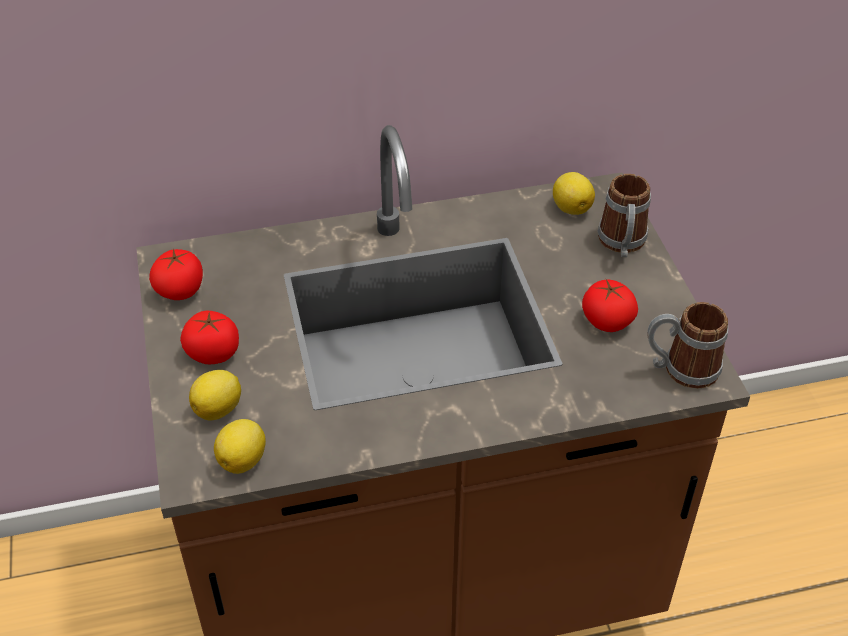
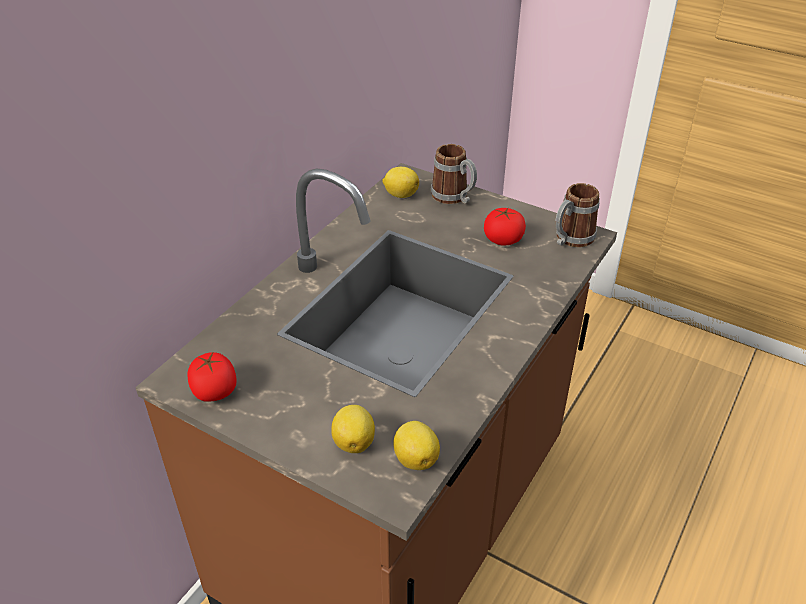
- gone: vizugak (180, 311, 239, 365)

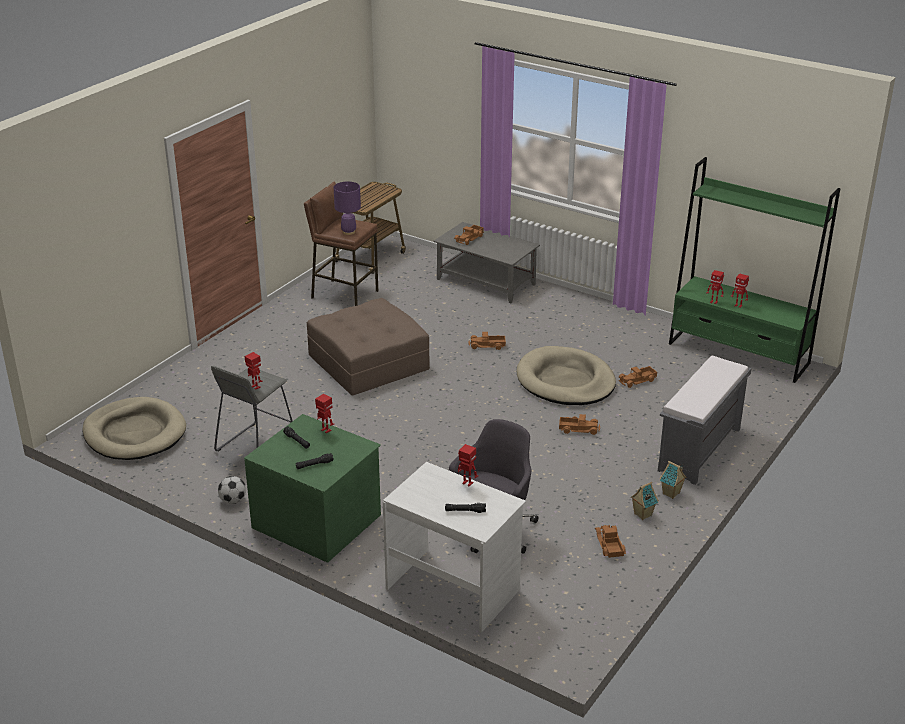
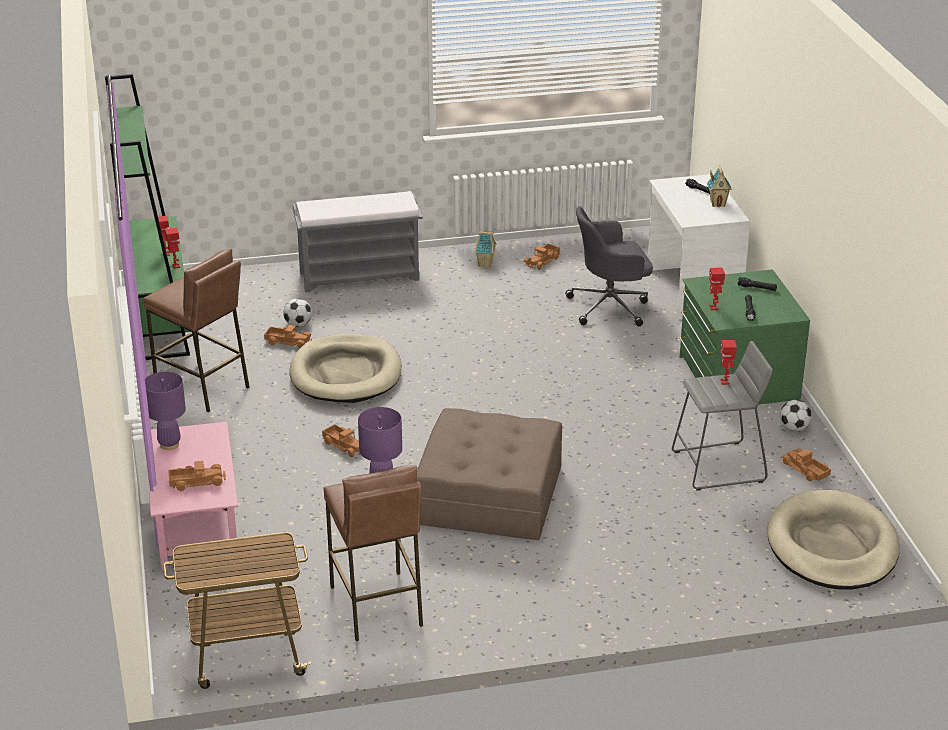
- repainted: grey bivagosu (434, 222, 540, 303) to pink bivagosu (148, 422, 238, 571)
- shifted: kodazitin (559, 414, 600, 435) to (781, 448, 831, 481)
- gone: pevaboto (458, 444, 478, 486)
- shifted: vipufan (660, 461, 687, 499) to (707, 166, 732, 207)
- new: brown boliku (143, 248, 250, 412)
- new: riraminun (283, 298, 312, 327)
- new: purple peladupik (145, 372, 186, 450)

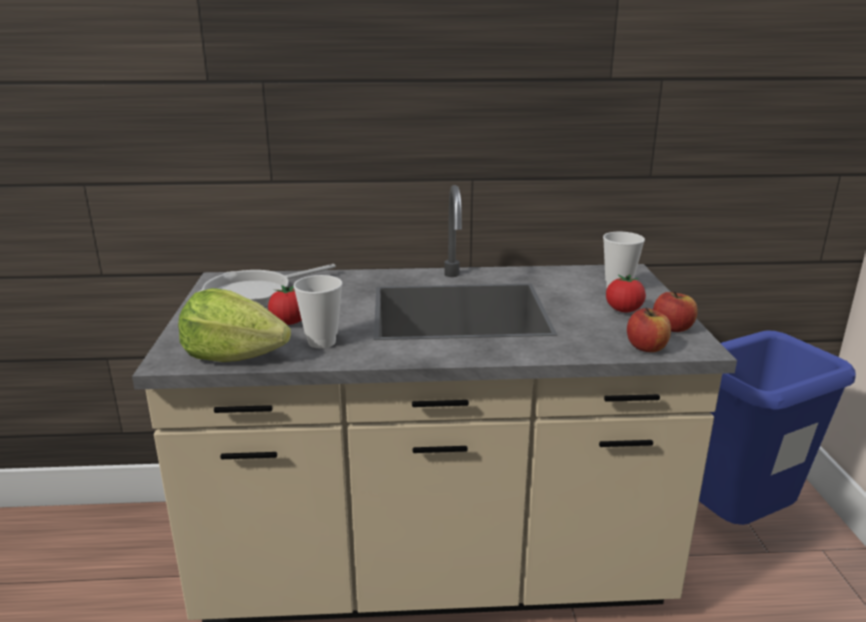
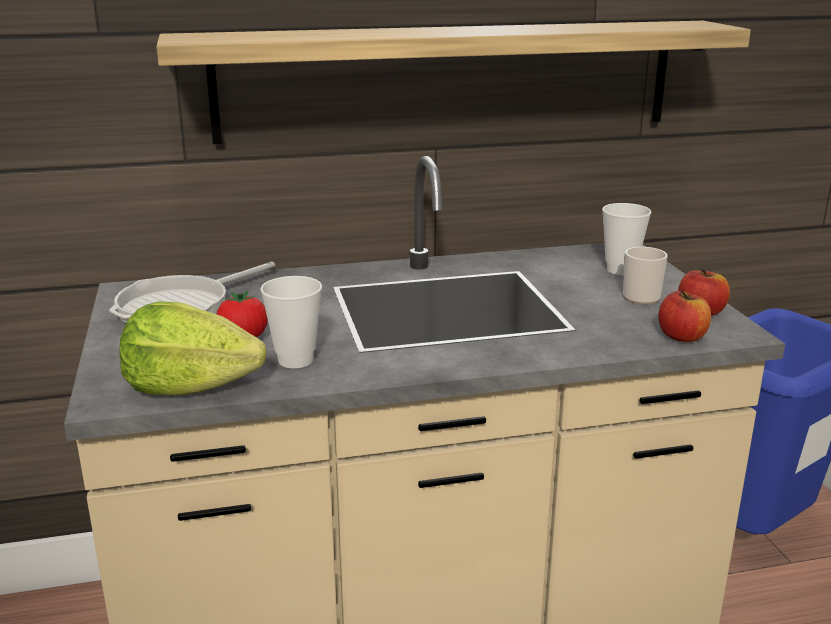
- swapped: vizugak (606, 274, 646, 312) to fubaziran (623, 247, 668, 305)
- new: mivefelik (156, 21, 751, 144)

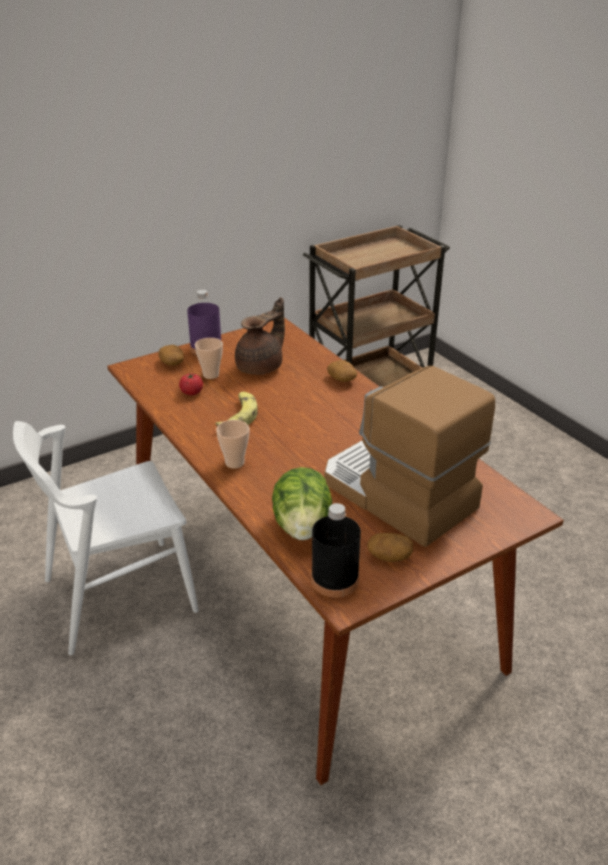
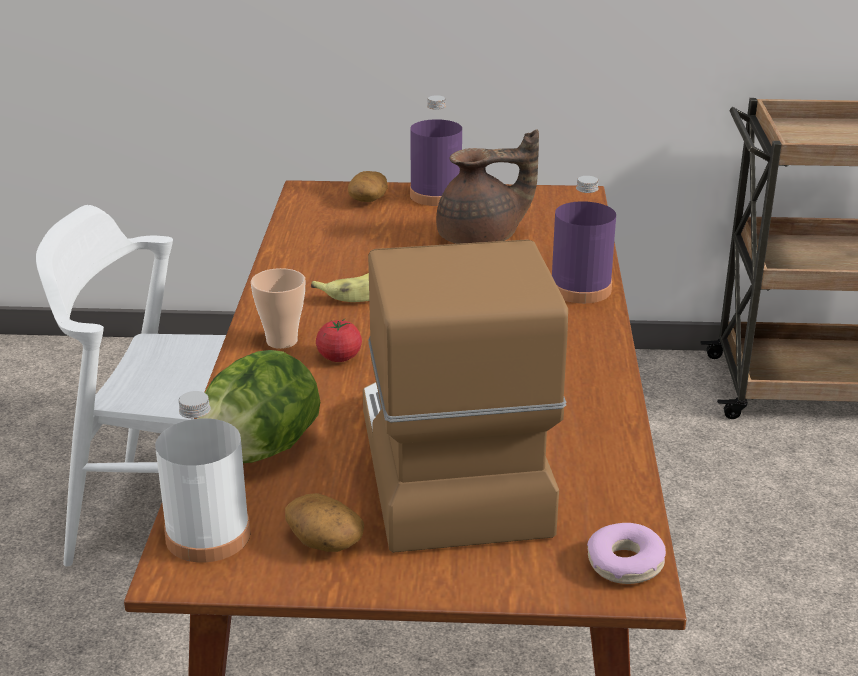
- gone: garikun (195, 338, 223, 379)
- swapped: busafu (327, 360, 357, 382) to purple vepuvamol (552, 176, 616, 304)
- shifted: vizugak (179, 373, 203, 395) to (316, 318, 362, 362)
- repainted: black vepuvamol (311, 503, 361, 598) to white vepuvamol (155, 391, 251, 562)
- new: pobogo (587, 523, 666, 584)

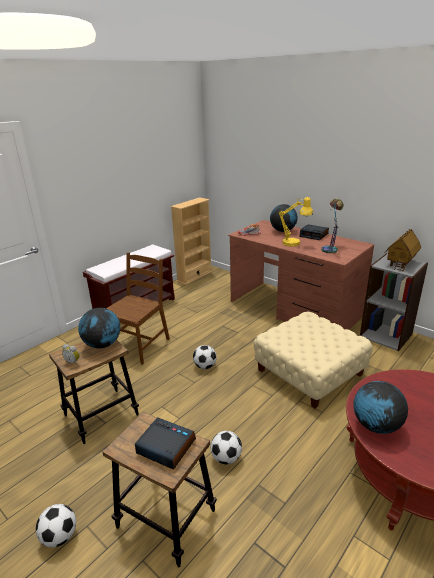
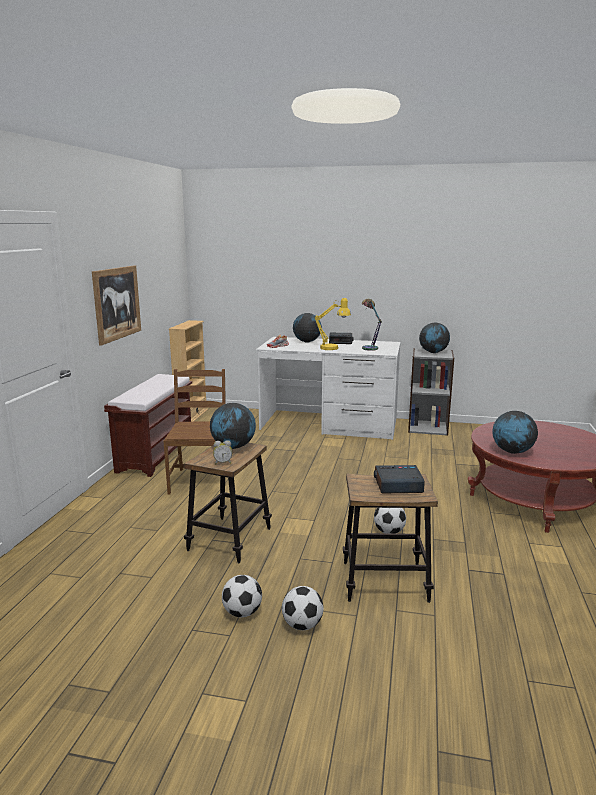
- repainted: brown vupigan (228, 220, 374, 330) to white vupigan (256, 337, 400, 440)
- swapped: vipufan (385, 229, 421, 272) to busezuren (419, 323, 450, 353)
- gone: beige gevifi (254, 312, 373, 409)
- shifted: riraminun (193, 345, 217, 369) to (222, 575, 262, 617)
- new: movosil (92, 265, 141, 345)

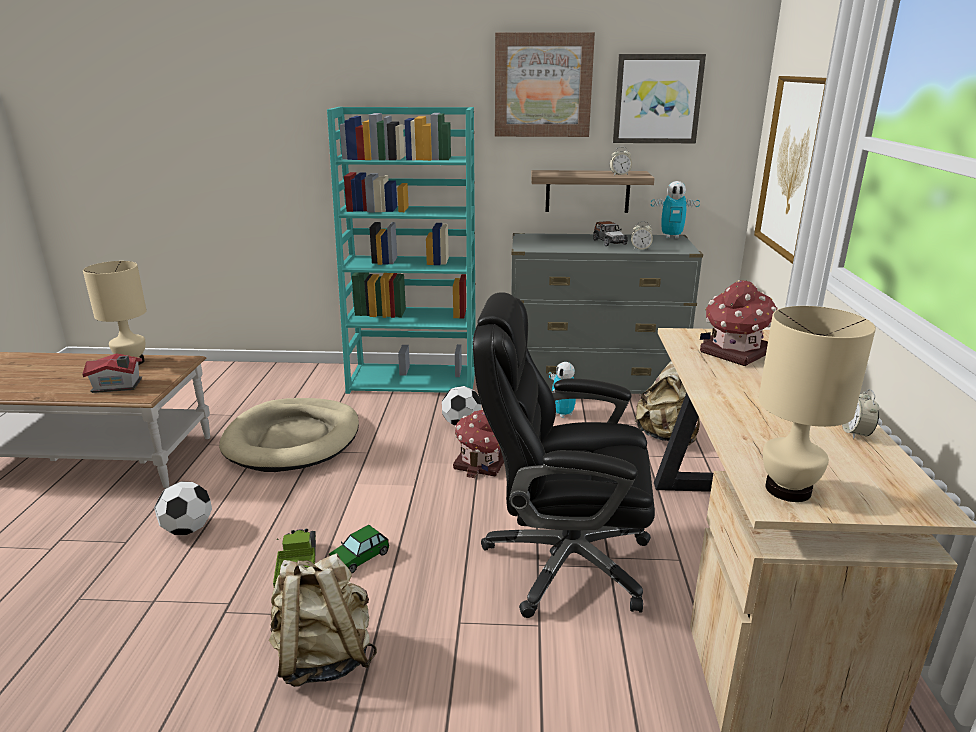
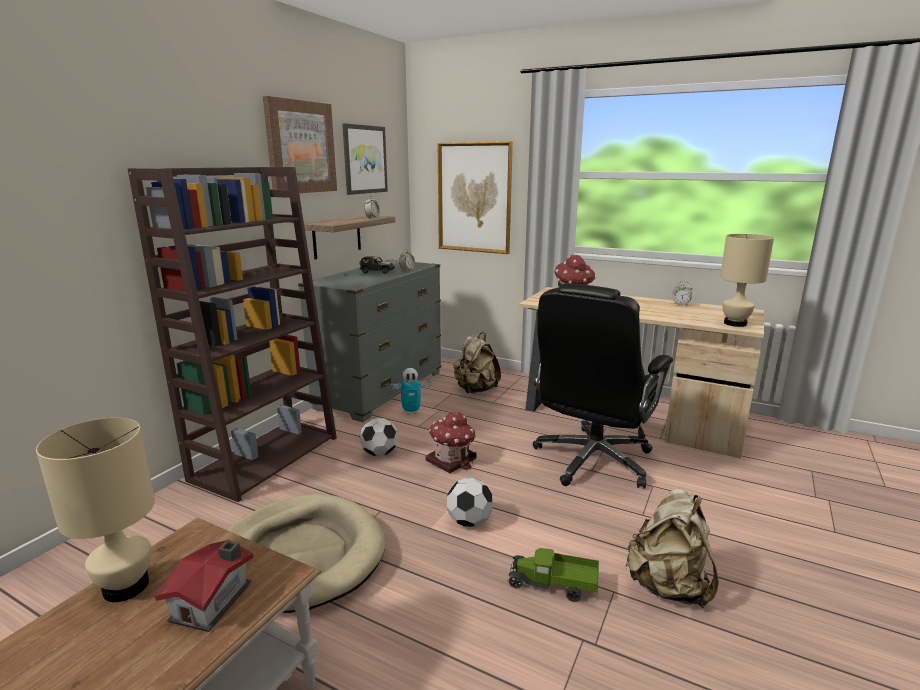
- repainted: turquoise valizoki (327, 107, 476, 394) to brown valizoki (128, 167, 337, 502)
- gone: pevaboto (651, 181, 700, 239)
- shifted: riraminun (154, 481, 212, 535) to (447, 478, 493, 527)
- gone: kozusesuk (329, 525, 389, 573)

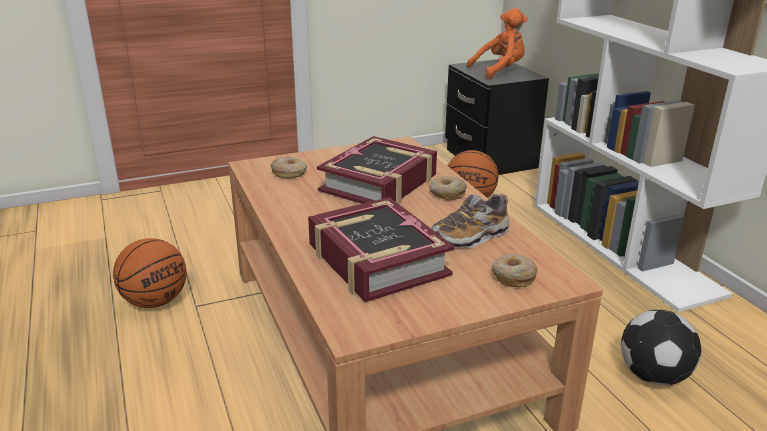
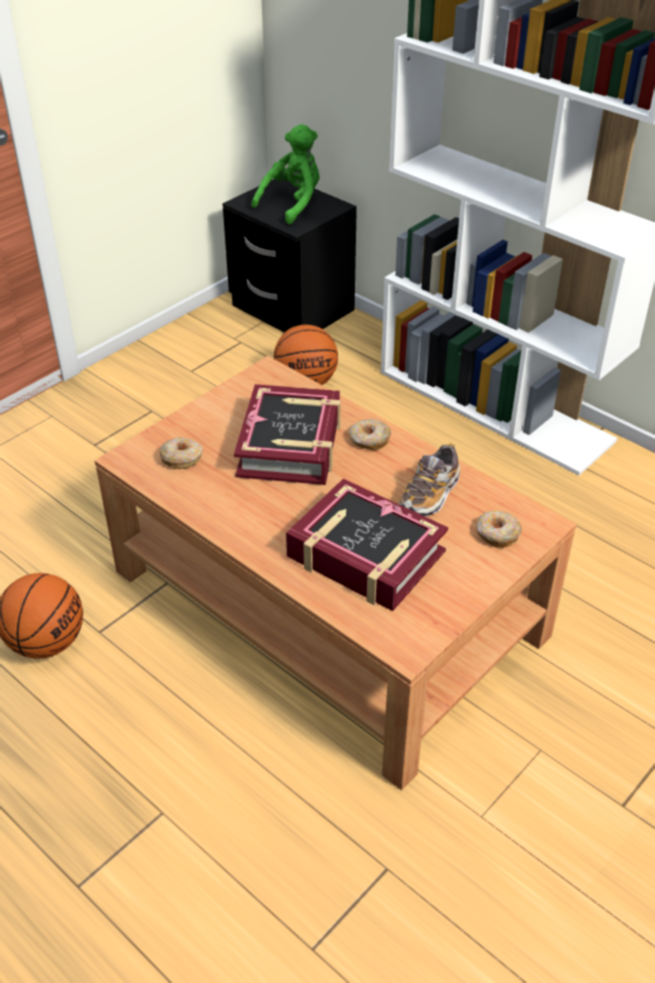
- repainted: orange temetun (467, 8, 528, 79) to green temetun (251, 124, 319, 224)
- gone: riraminun (621, 310, 701, 385)

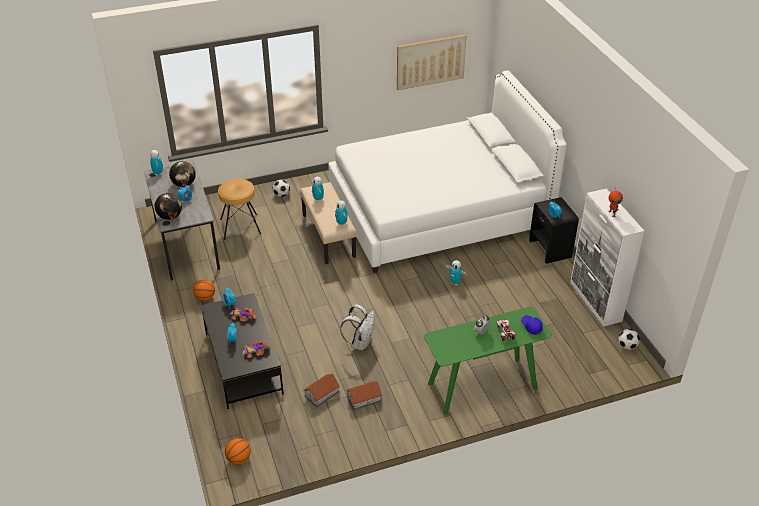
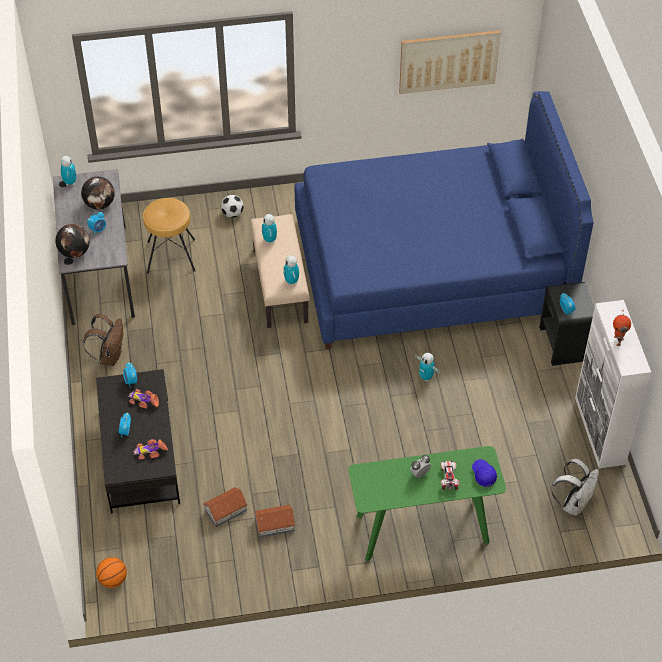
- repainted: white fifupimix (328, 71, 567, 273) to blue fifupimix (294, 91, 594, 349)
- swapped: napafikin (193, 279, 215, 301) to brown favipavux (83, 313, 123, 366)
- shifted: white favipavux (340, 304, 375, 351) to (551, 459, 599, 516)
- gone: riraminun (618, 329, 640, 350)

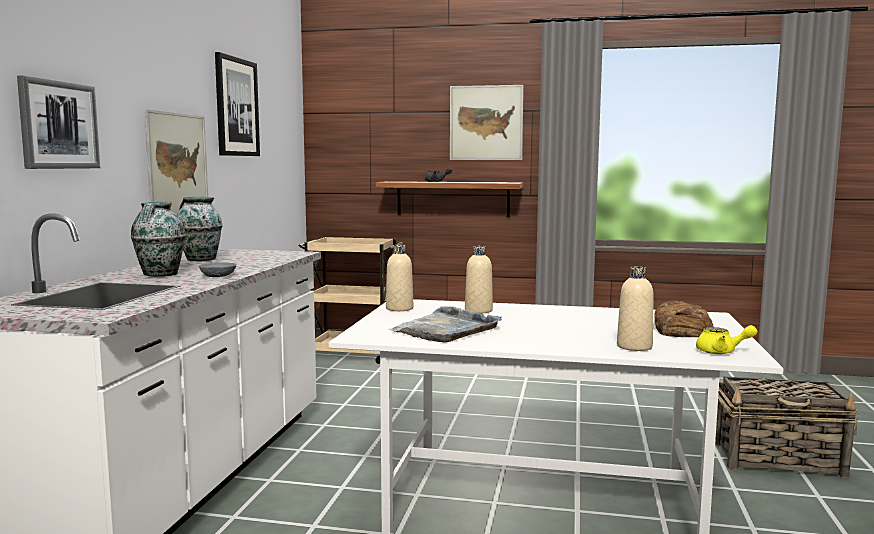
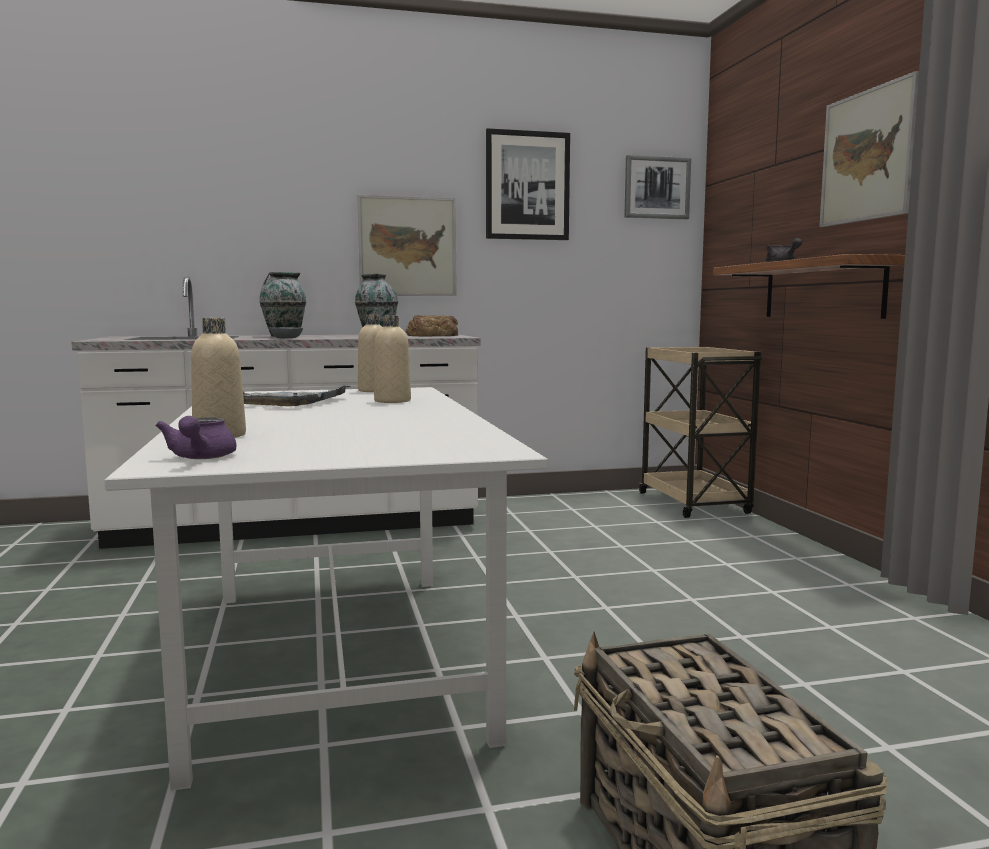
- shifted: movosil (17, 75, 100, 169) to (624, 155, 691, 219)
- shifted: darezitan (654, 301, 714, 337) to (406, 315, 458, 336)
- repainted: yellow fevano (696, 325, 758, 354) to purple fevano (156, 416, 236, 459)

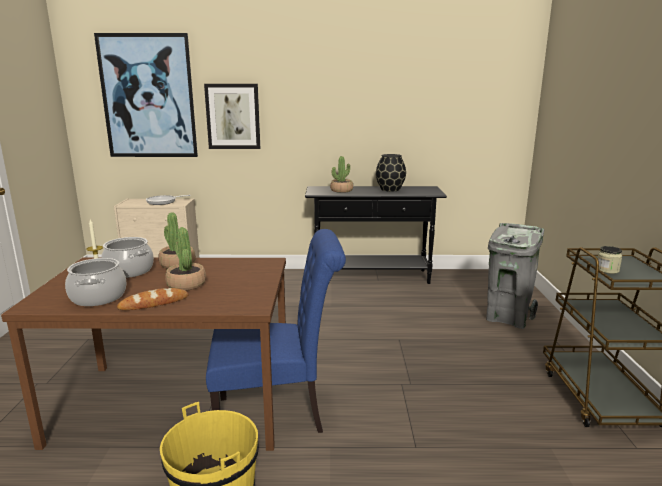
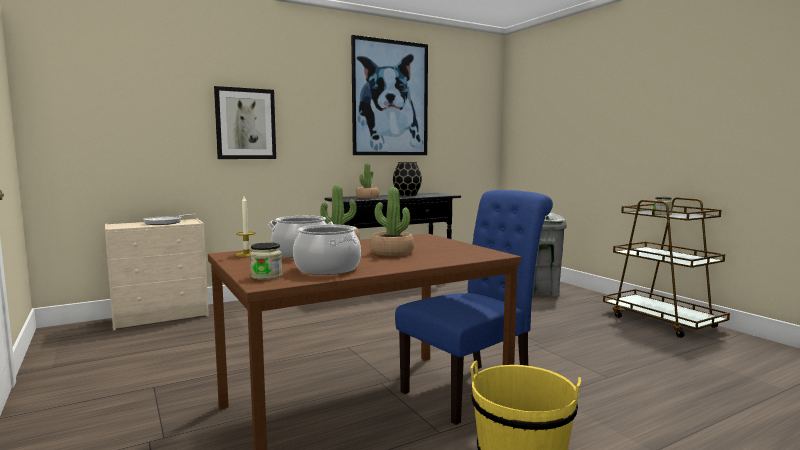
- shifted: movosil (94, 33, 198, 157) to (351, 35, 428, 155)
- gone: darezitan (117, 288, 189, 310)
- new: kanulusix (250, 242, 282, 280)

